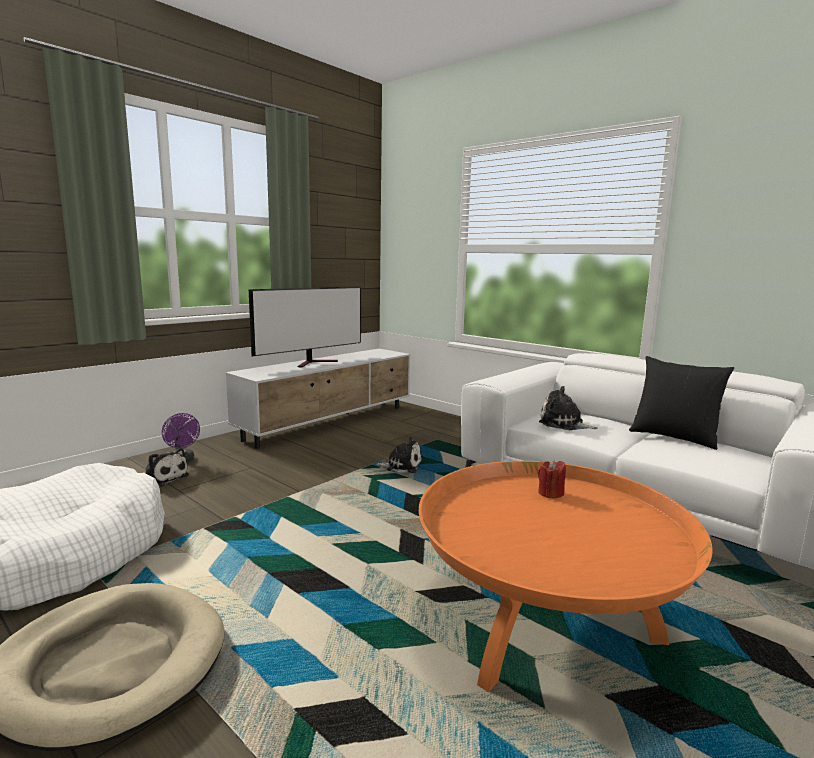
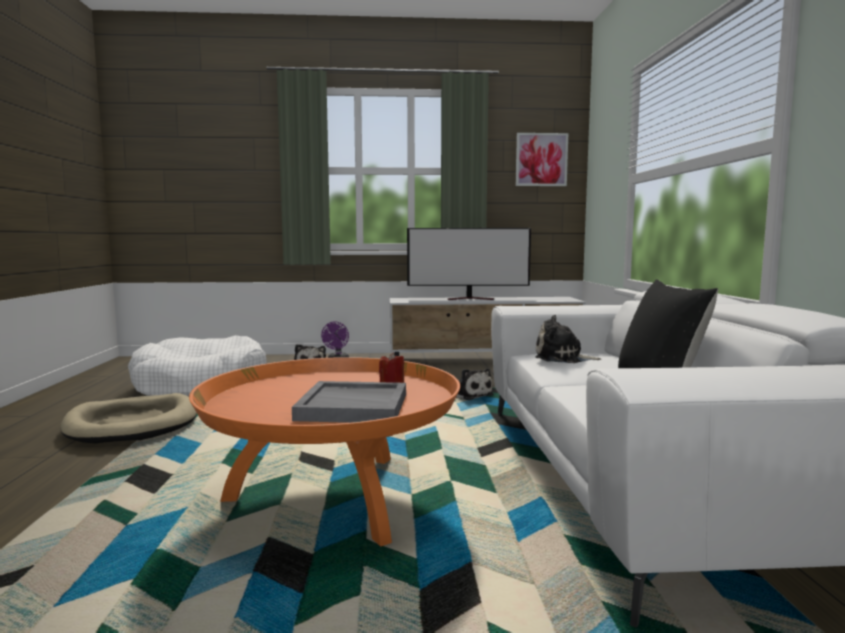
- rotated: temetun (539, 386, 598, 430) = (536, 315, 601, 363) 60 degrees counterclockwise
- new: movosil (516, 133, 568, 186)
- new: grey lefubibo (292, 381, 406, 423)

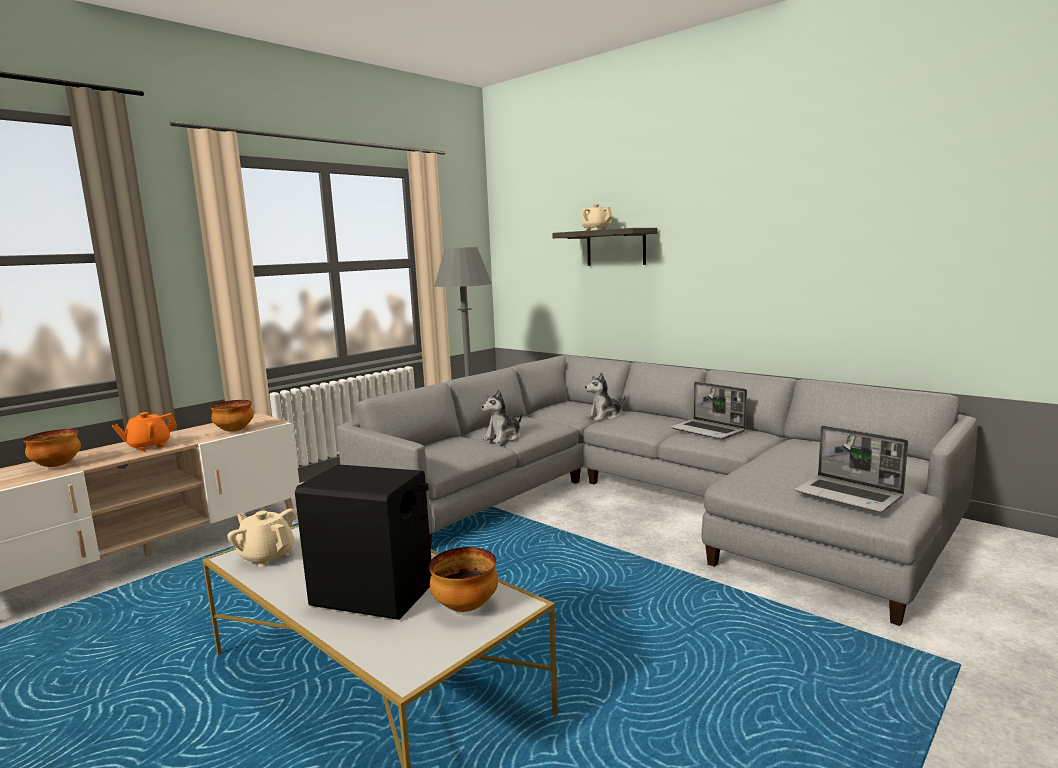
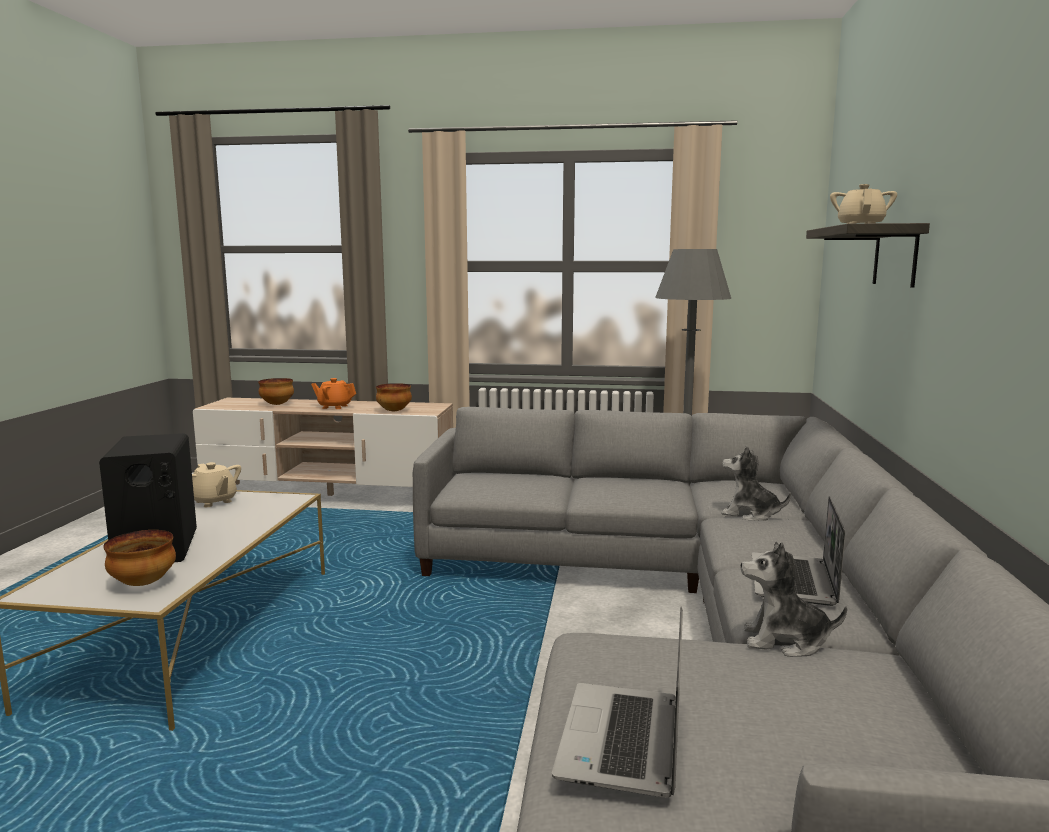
- shifted: temetun (481, 389, 522, 444) to (741, 541, 847, 657)
- rotated: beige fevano (227, 508, 295, 567) = (192, 462, 241, 507) 135 degrees clockwise

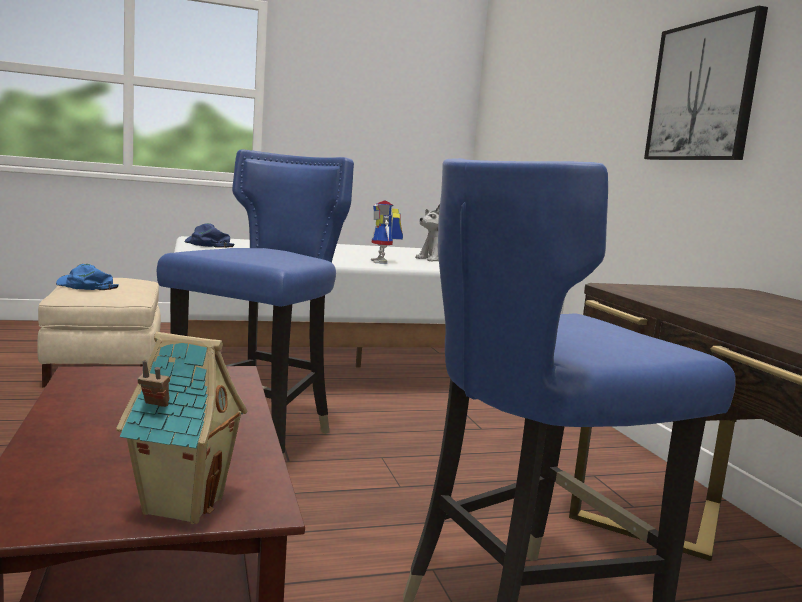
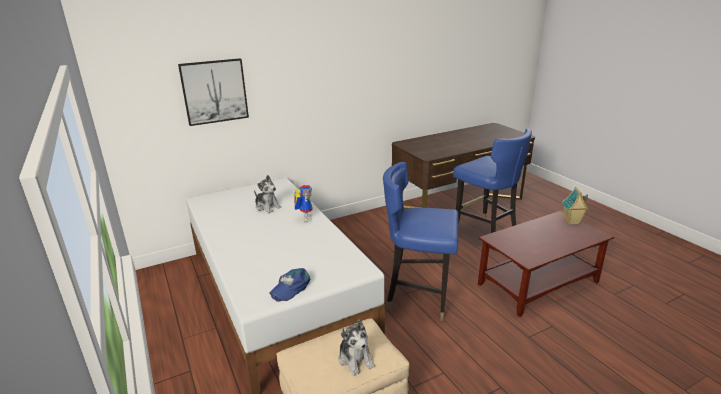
- shifted: movosil (644, 6, 768, 160) to (178, 58, 249, 126)
- rotated: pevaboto (371, 200, 403, 264) = (294, 185, 312, 222) 75 degrees counterclockwise
- swapped: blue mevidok (56, 264, 119, 290) to temetun (338, 320, 375, 376)

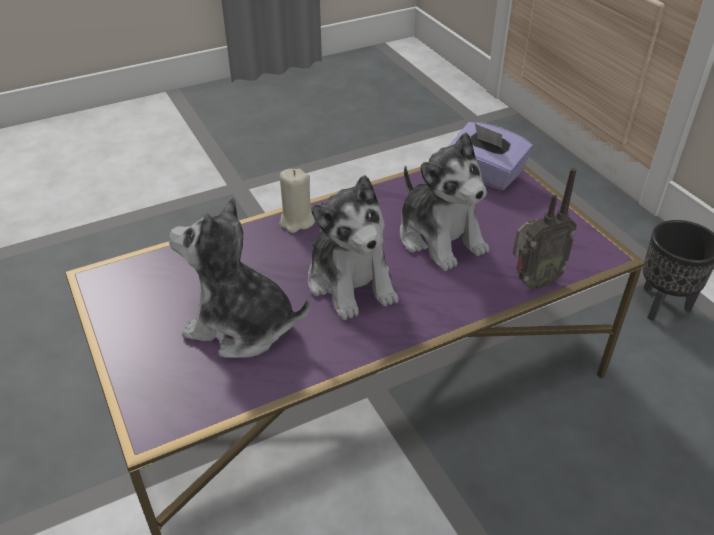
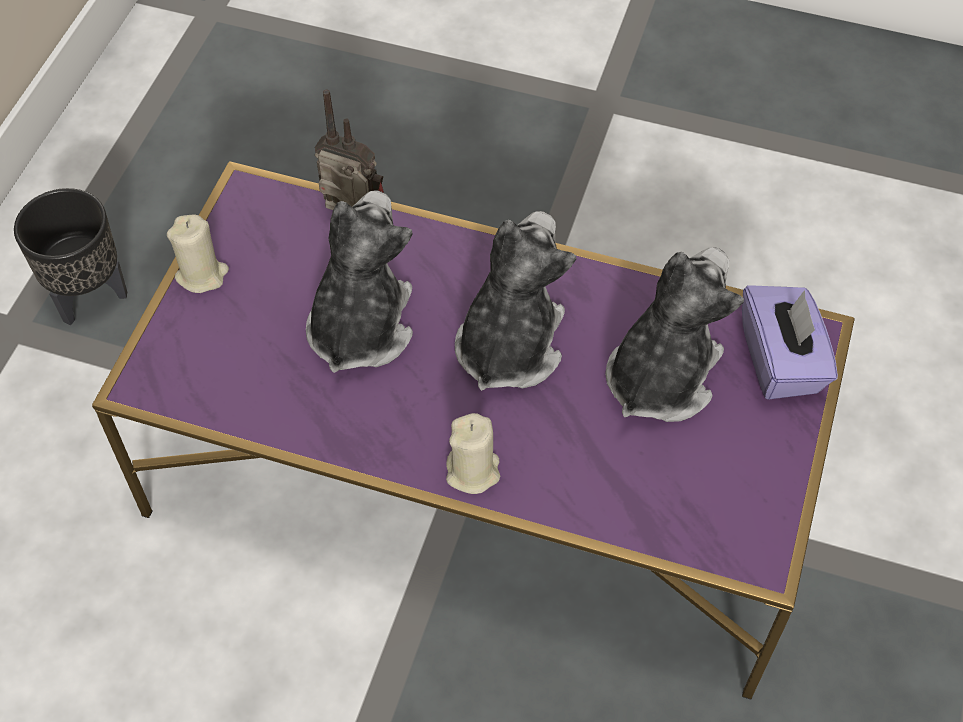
- shifted: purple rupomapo (449, 122, 533, 190) to (742, 285, 838, 400)
- rotated: temetun (169, 197, 310, 358) = (605, 247, 744, 422) 120 degrees counterclockwise
- new: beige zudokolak (167, 215, 229, 293)

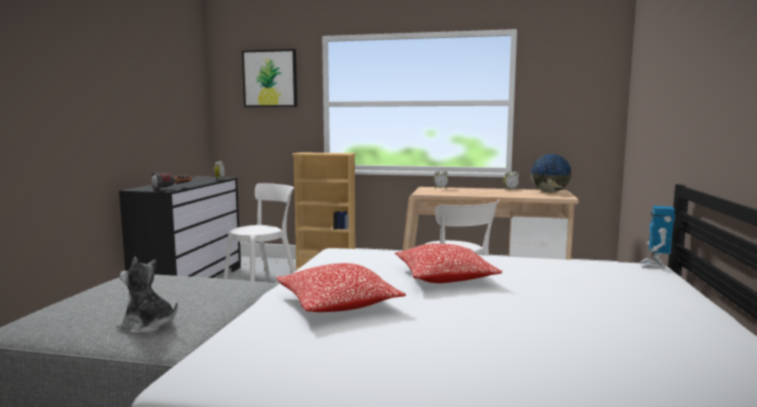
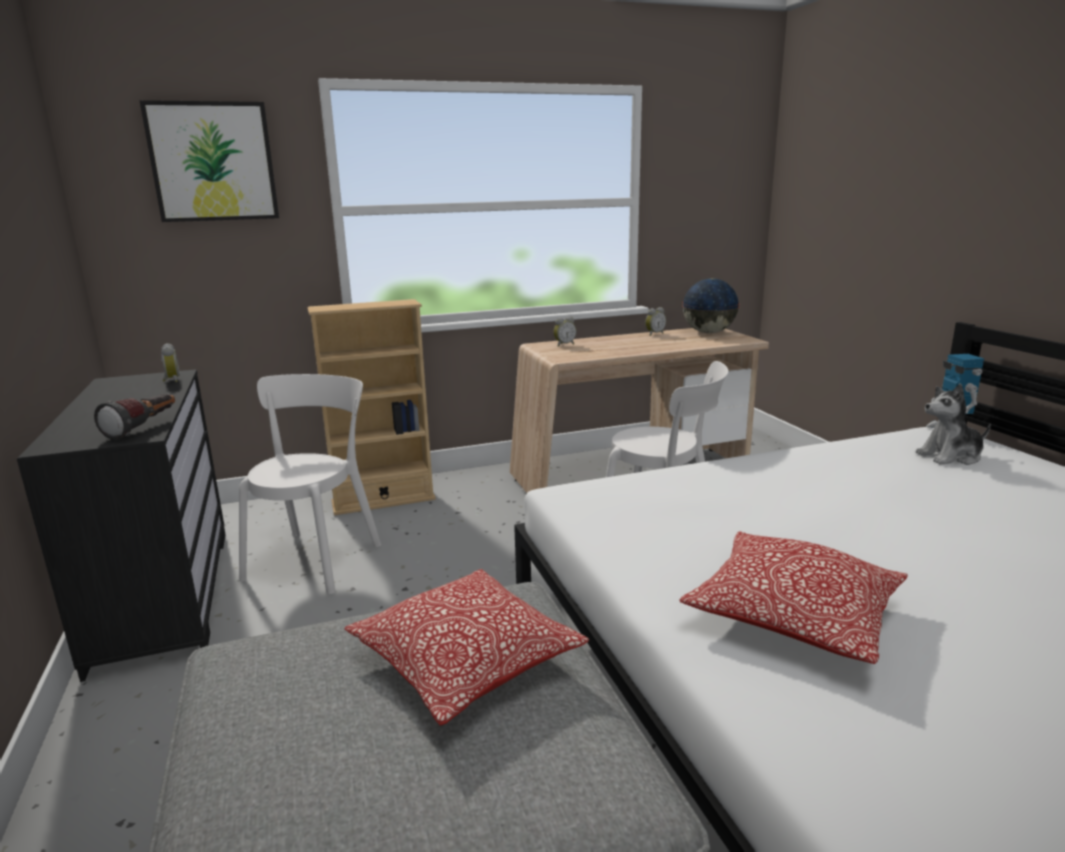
- shifted: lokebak (395, 243, 502, 283) to (345, 569, 589, 726)
- shifted: temetun (117, 257, 178, 334) to (916, 384, 991, 465)

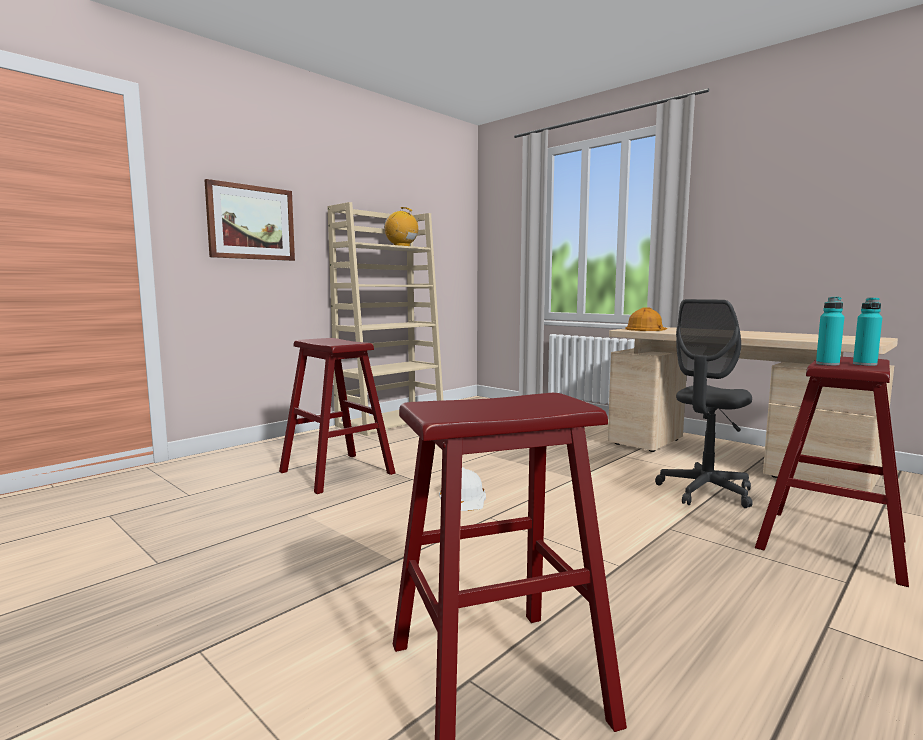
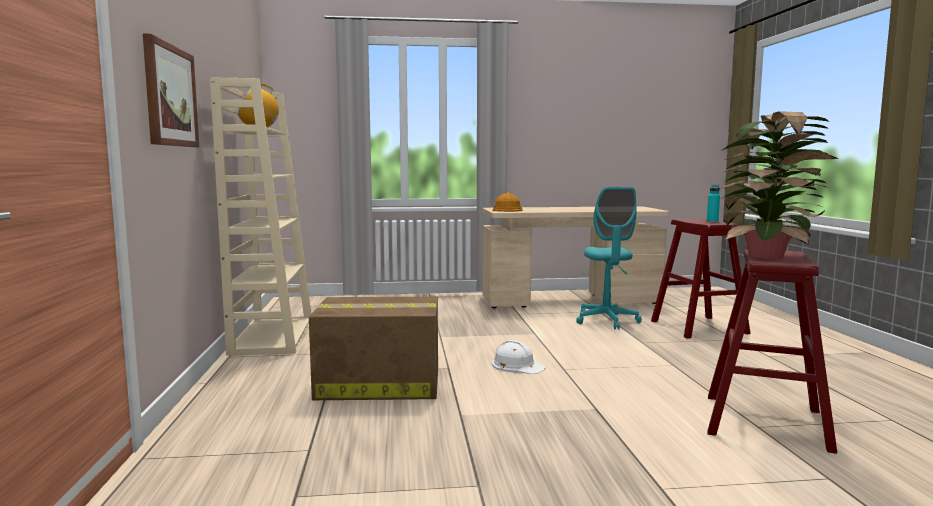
- gone: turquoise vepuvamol (816, 297, 844, 366)
- repainted: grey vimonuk (655, 299, 753, 508) to turquoise vimonuk (576, 187, 642, 330)
- swapped: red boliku (279, 338, 395, 494) to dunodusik (309, 297, 438, 400)
- new: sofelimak (720, 111, 839, 259)

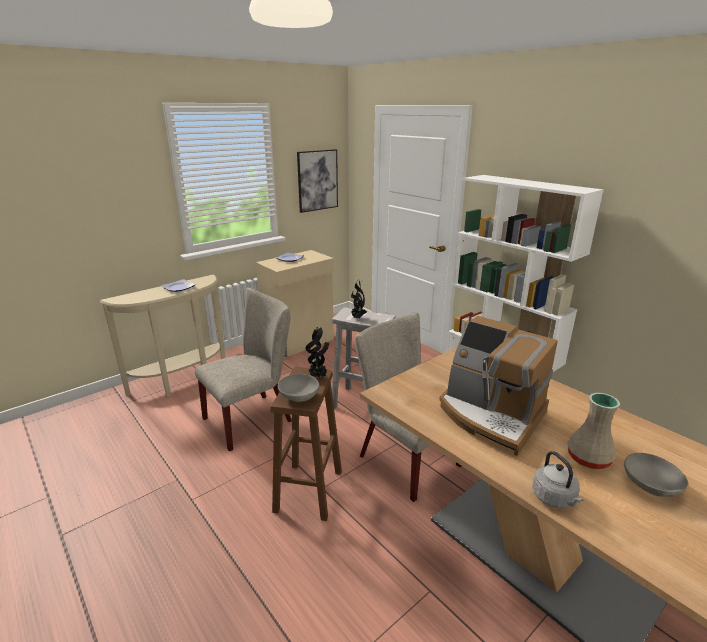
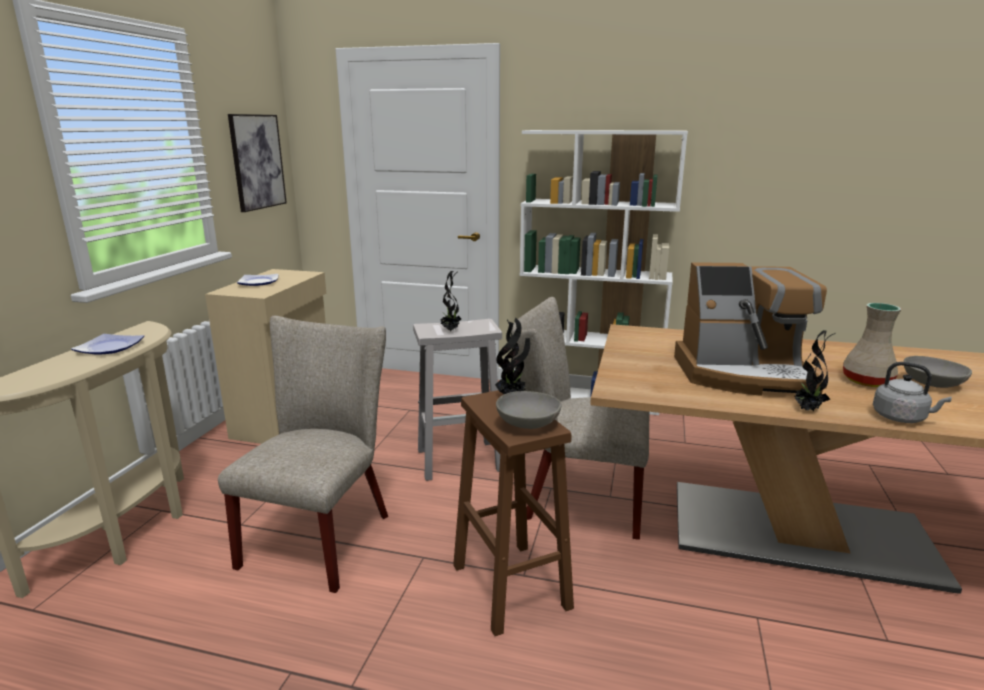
- new: sofelimak (794, 330, 836, 411)

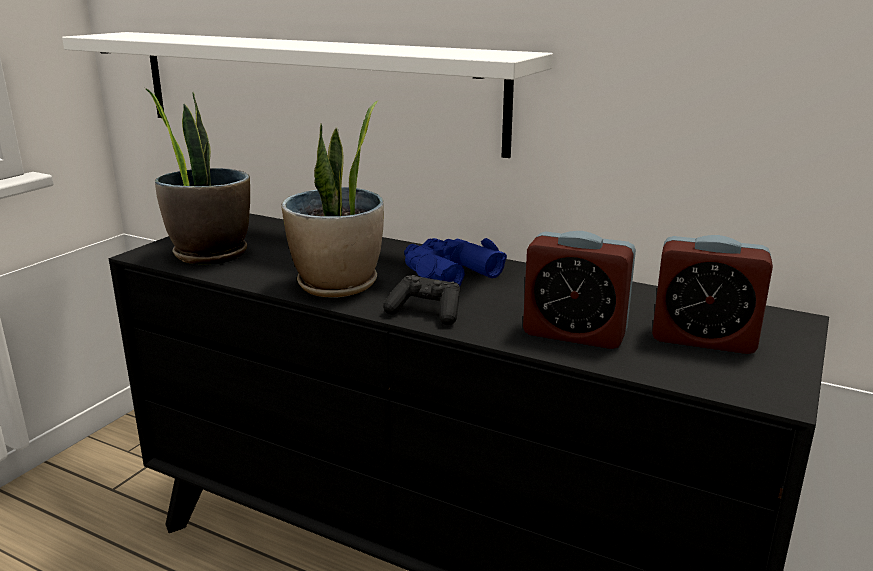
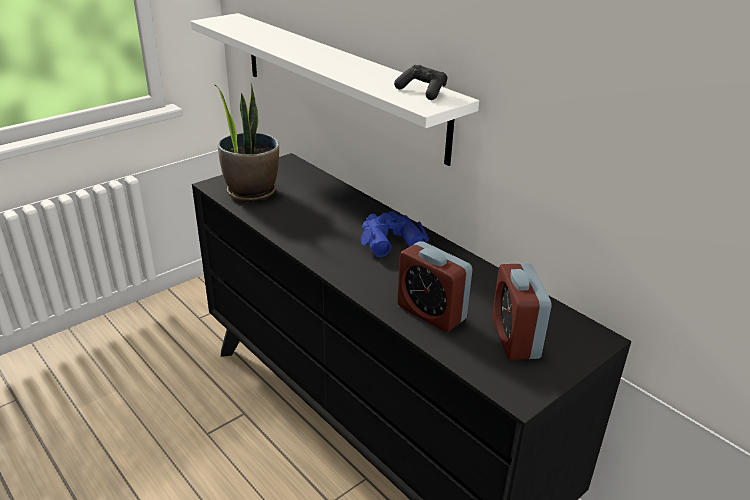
- gone: sofelimak (281, 101, 384, 298)
- rotated: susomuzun (652, 235, 773, 354) = (492, 263, 552, 360) 45 degrees clockwise
- shifted: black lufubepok (383, 275, 460, 325) to (394, 65, 447, 100)

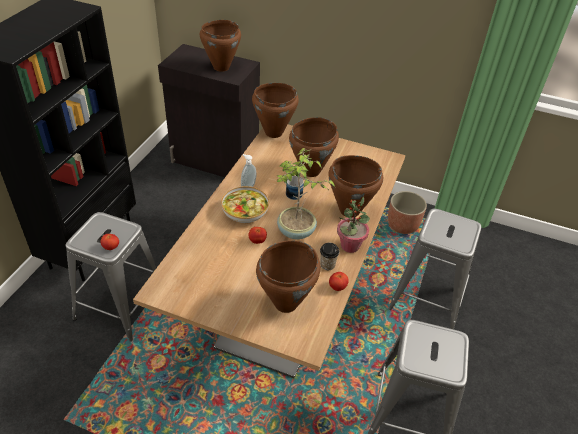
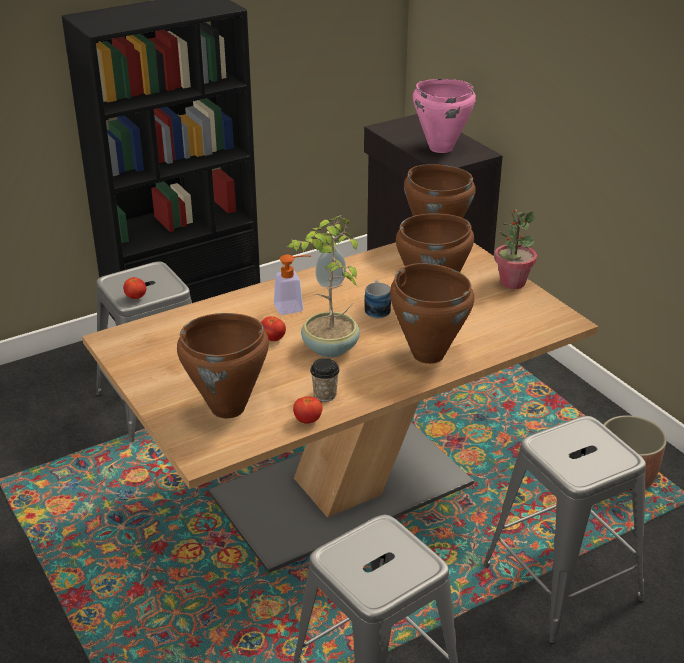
- repainted: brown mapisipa (200, 20, 241, 72) to pink mapisipa (413, 79, 476, 153)
- swapped: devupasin (221, 186, 269, 223) to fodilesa (274, 255, 311, 315)
- shifted: sofelimak (337, 197, 370, 253) to (494, 209, 537, 289)

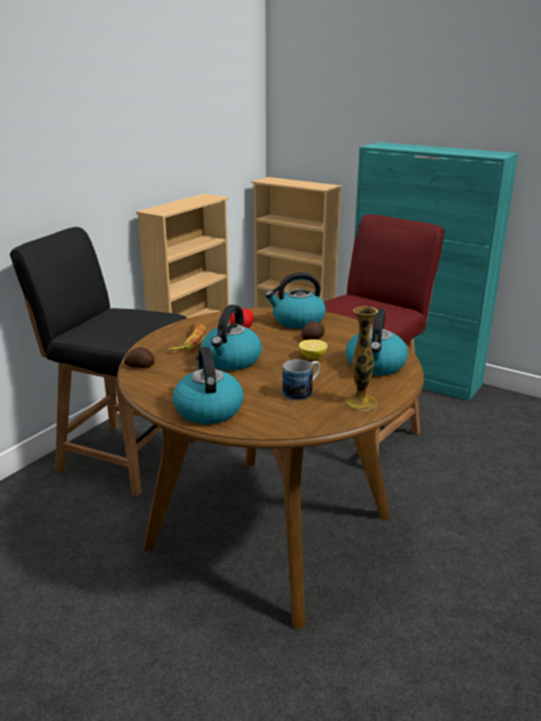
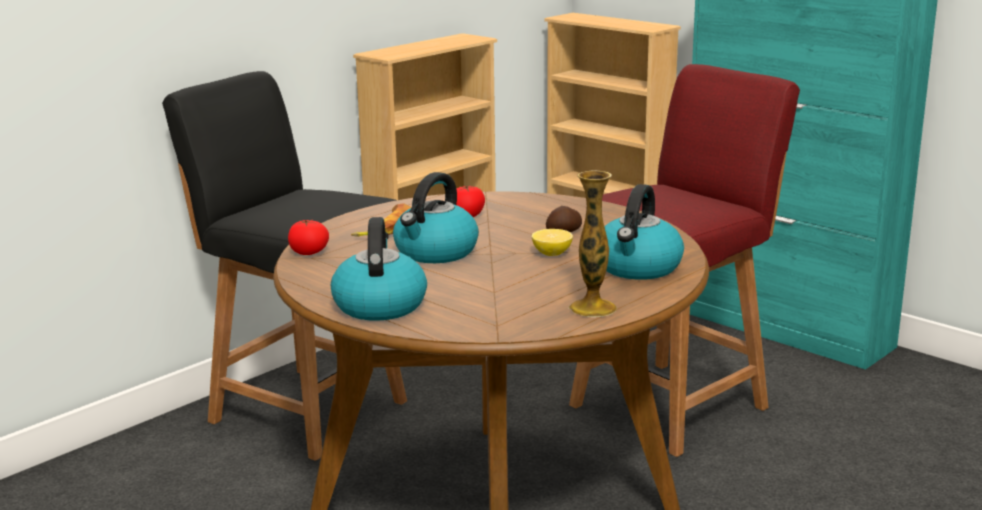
- gone: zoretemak (265, 272, 326, 329)
- swapped: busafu (124, 347, 155, 368) to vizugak (288, 219, 329, 255)
- gone: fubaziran (282, 359, 320, 400)

